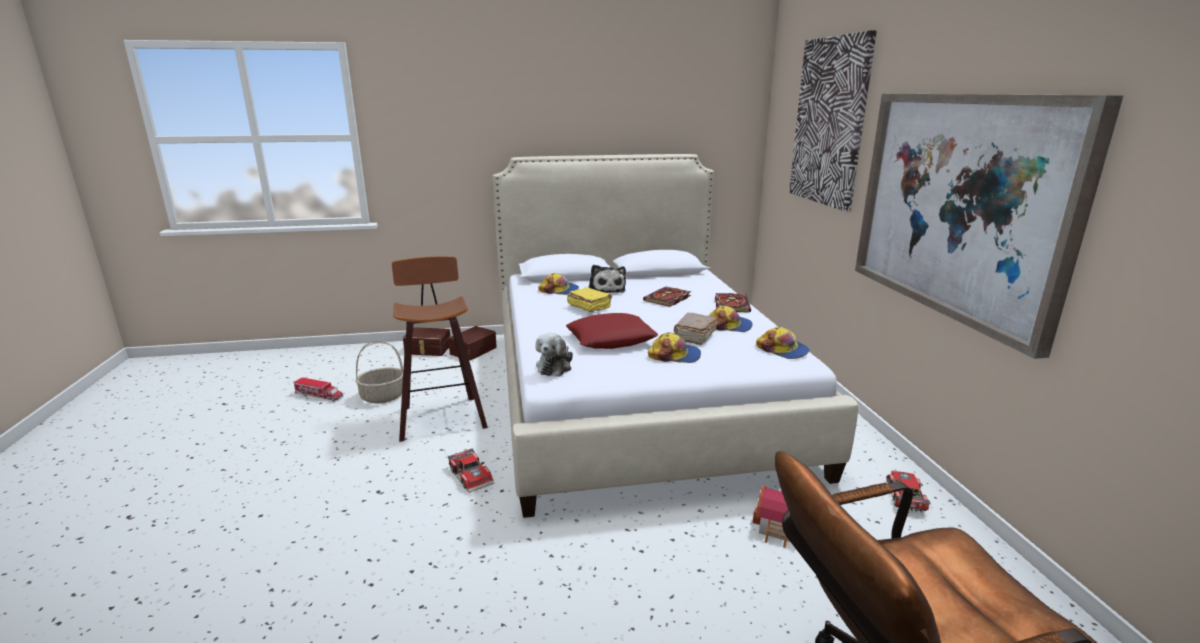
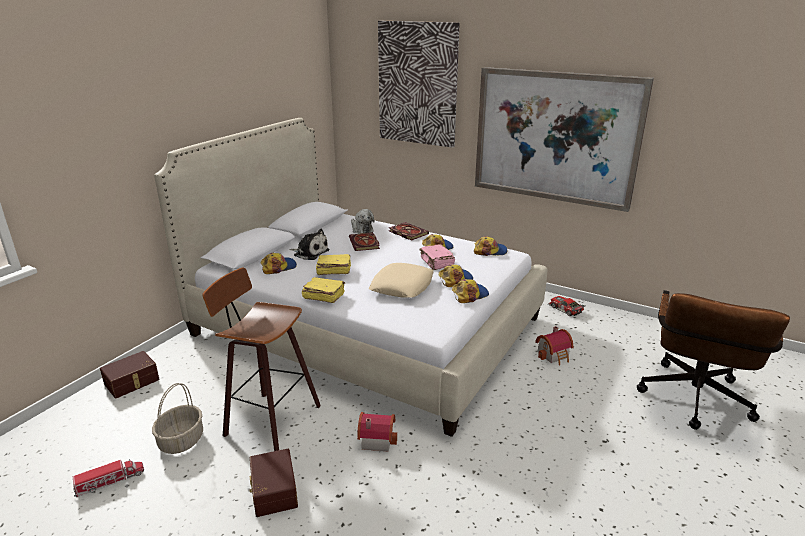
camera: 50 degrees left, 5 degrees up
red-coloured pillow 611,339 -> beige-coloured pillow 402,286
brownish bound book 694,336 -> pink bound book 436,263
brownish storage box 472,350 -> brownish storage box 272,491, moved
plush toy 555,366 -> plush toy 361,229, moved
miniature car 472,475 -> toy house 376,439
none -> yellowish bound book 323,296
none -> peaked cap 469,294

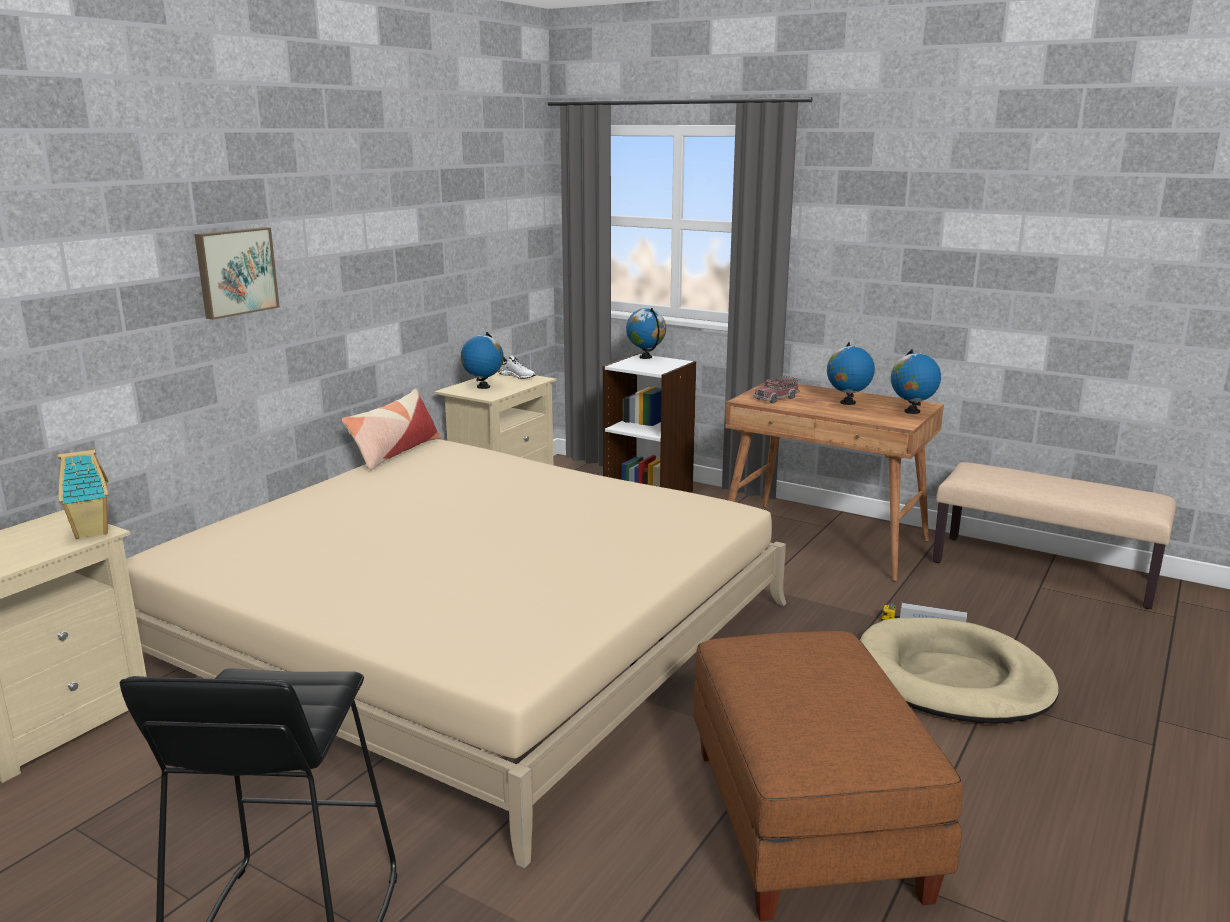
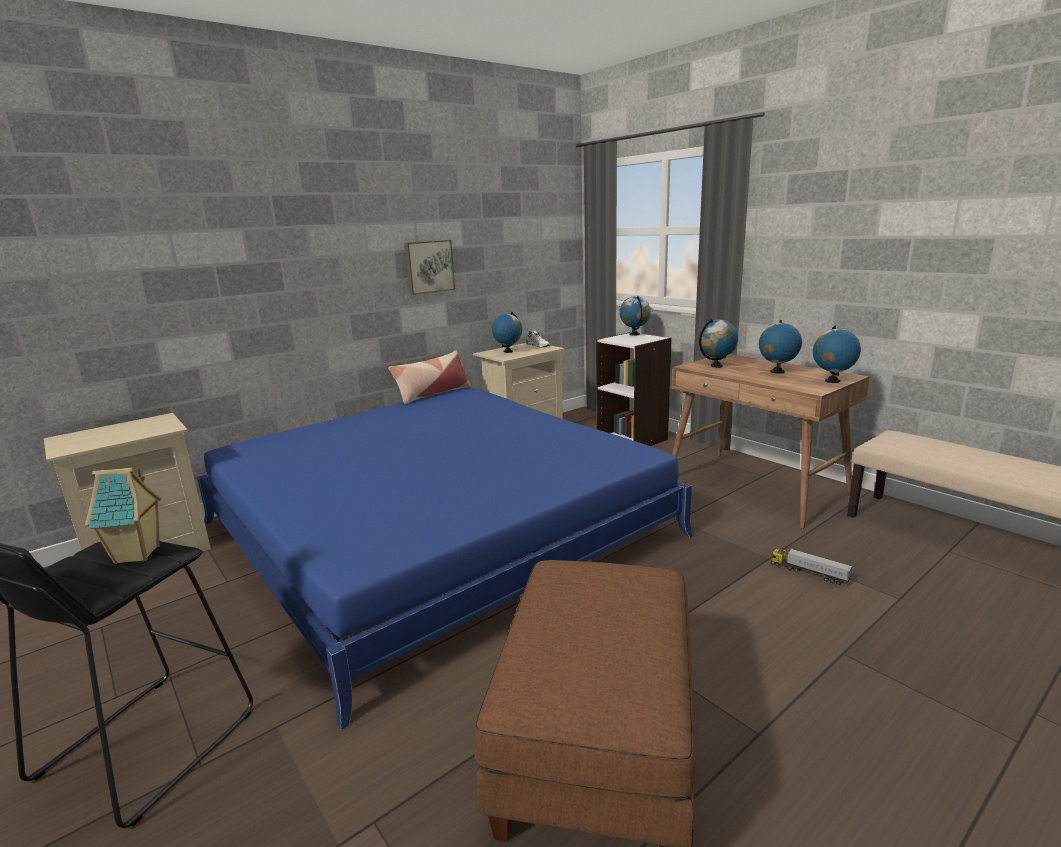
camera: 20 degrees right, 0 degrees up
wall art 235,271 -> wall art 429,266, moved
toy truck 776,398 -> globe 716,366
beige-coloured bed 468,636 -> bluish bed 435,529
toy house 93,532 -> toy house 138,554, moved
beige-coloured dog cushion 952,678 -> none

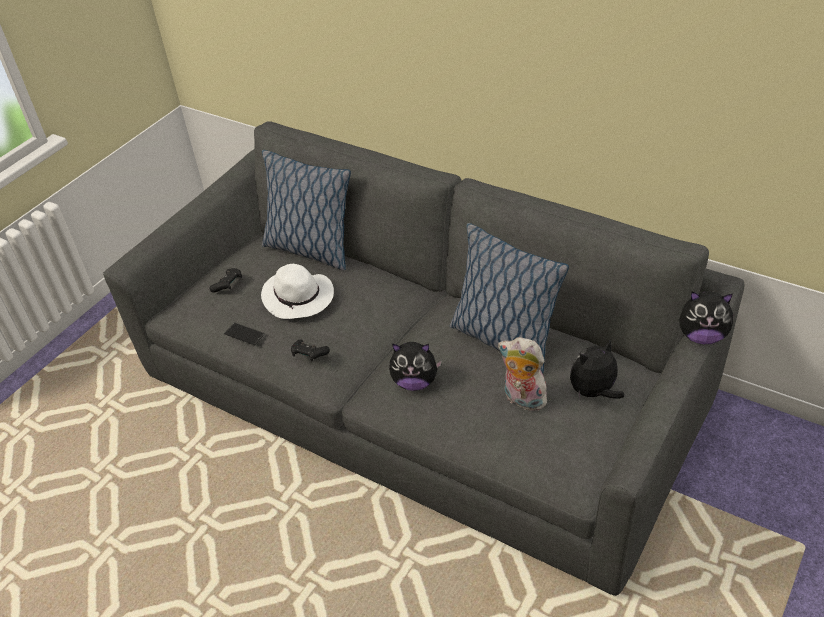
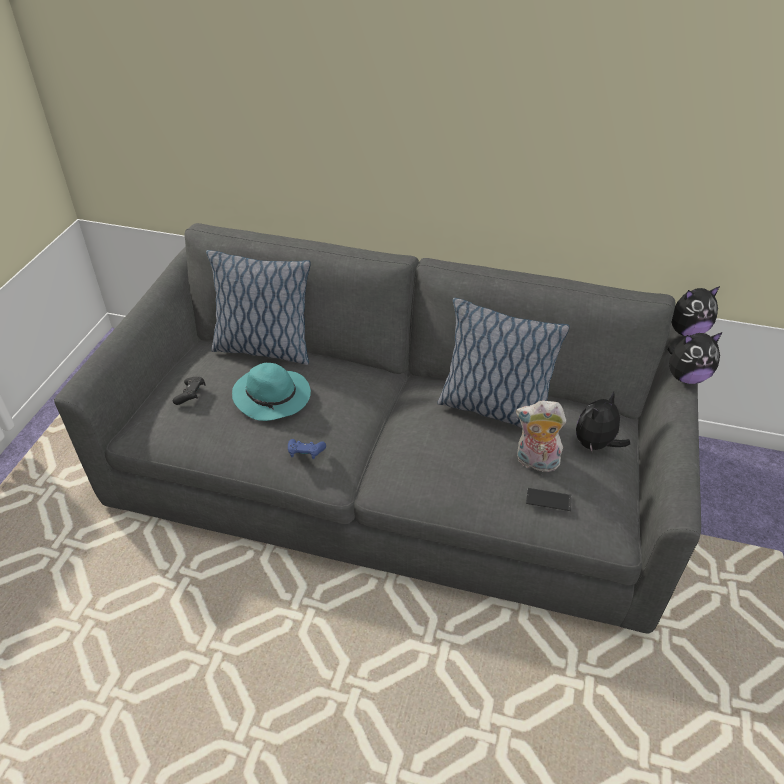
camera: 20 degrees left, 0 degrees up
white-coloured clothing hat 299,298 -> turquoise clothing hat 273,397
handset 244,334 -> handset 548,499, moved
black-coloured game controller 309,355 -> bluish game controller 305,454
plush toy 415,382 -> plush toy 686,331, moved

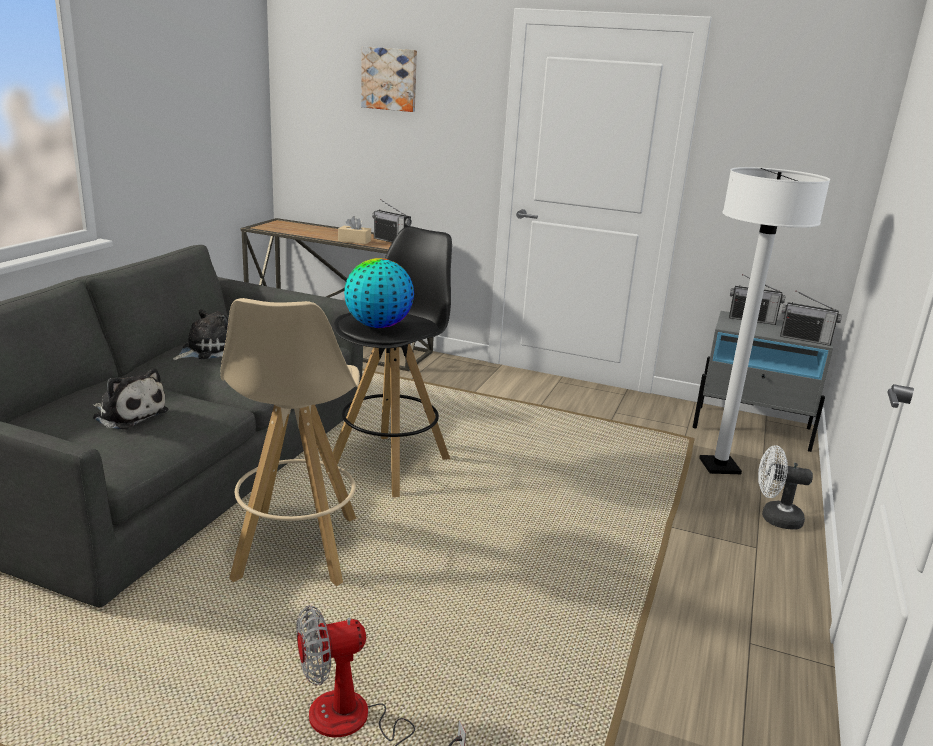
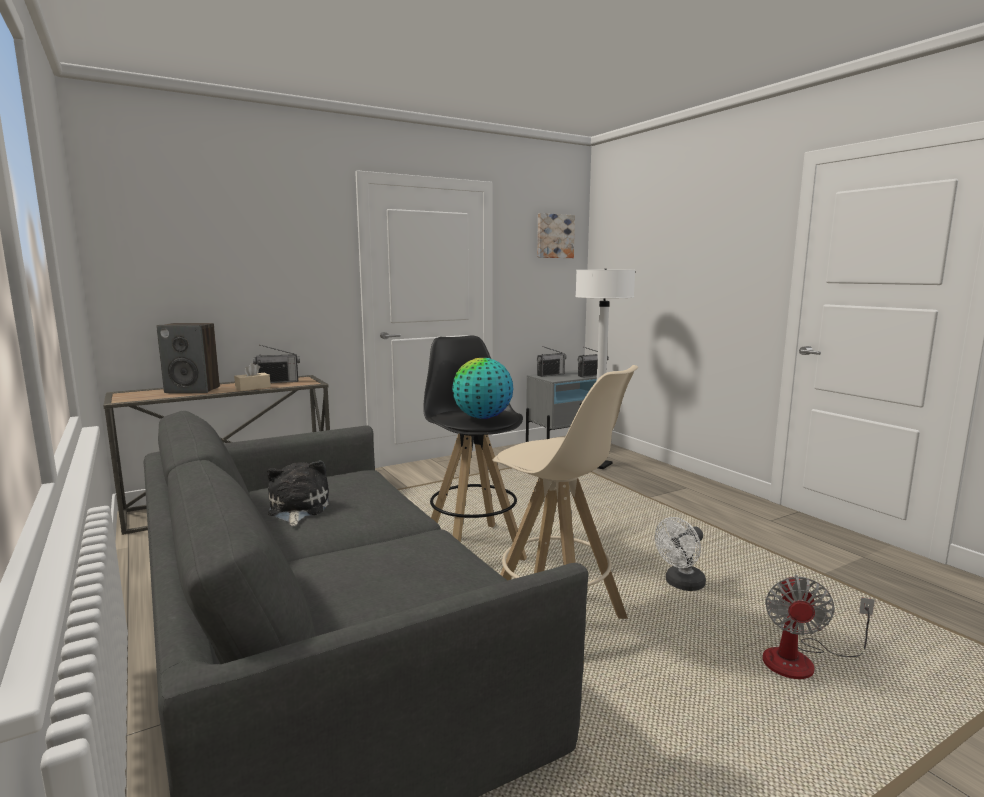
camera: 50 degrees left, 10 degrees down
wall art 390,79 -> wall art 554,236, moved
plush toy 128,414 -> none
white-coloured cooling fan 774,518 -> white-coloured cooling fan 681,584, moved
none -> audio speaker 193,390

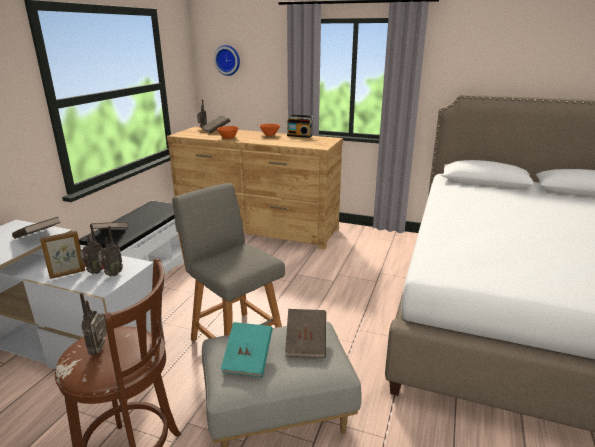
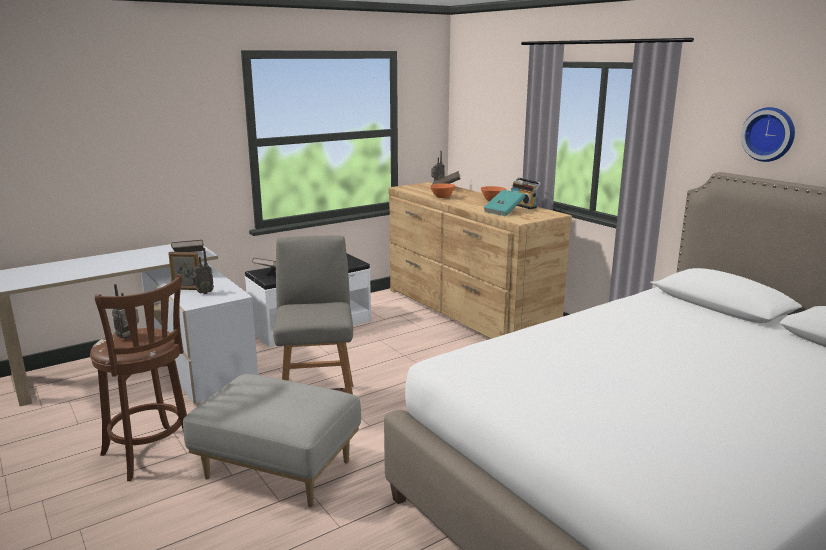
camera: 35 degrees right, 5 degrees down
wall clock 228,60 -> wall clock 769,134, moved
radio 112,274 -> none
brownish bound book 306,343 -> none
turquoise bound book 248,360 -> turquoise bound book 504,212, moved

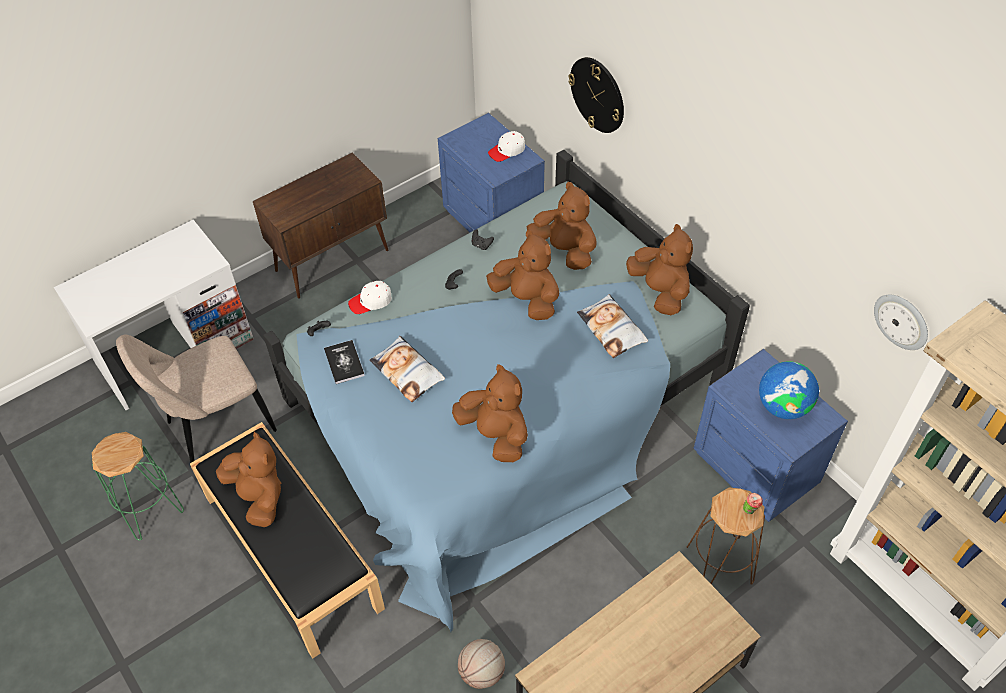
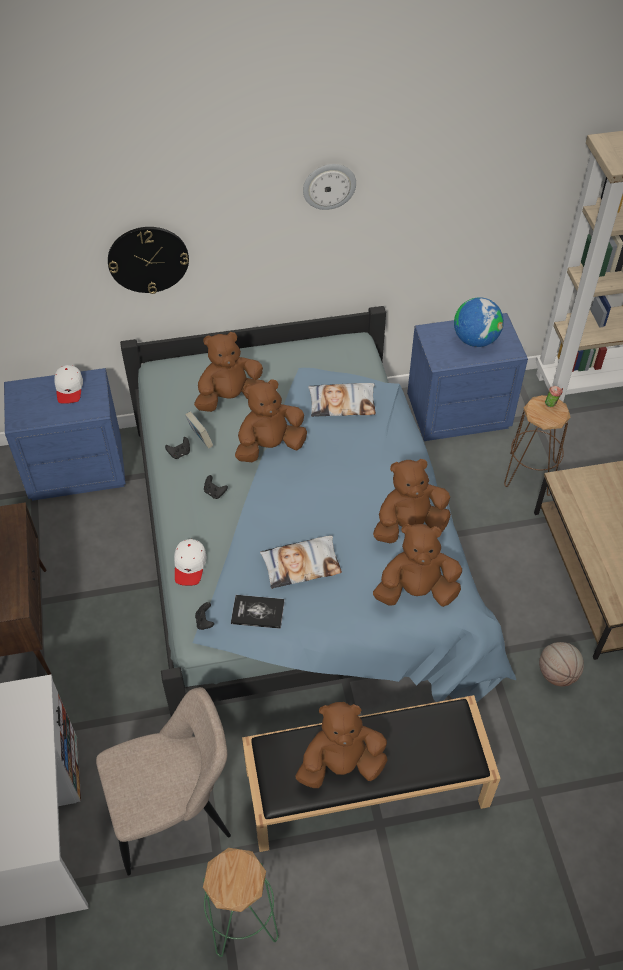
camera: 65 degrees left, 0 degrees up
brownish plush toy 660,292 -> brownish plush toy 416,591, moved
wall clock 902,321 -> wall clock 329,186, moved
beige-coloured chair 216,428 -> beige-coloured chair 174,814, 105 degrees counterclockwise
none -> bound book 200,439

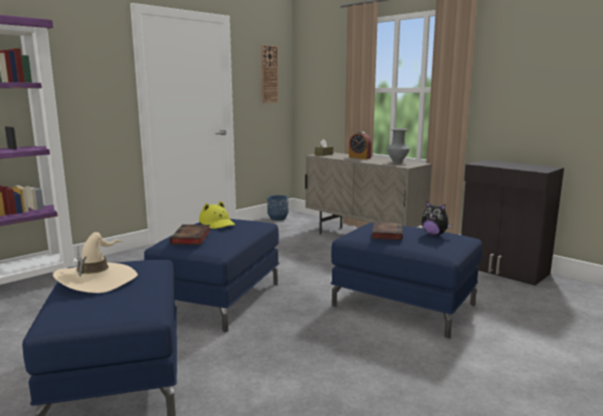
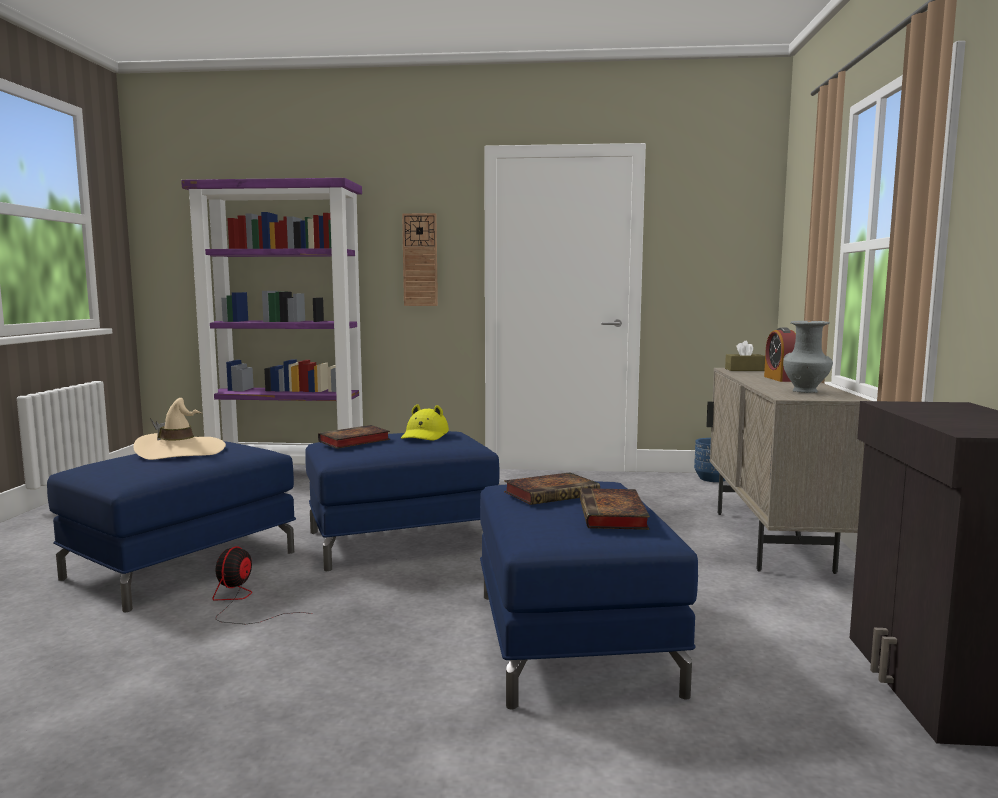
camera: 50 degrees right, 5 degrees down
wall clock 269,74 -> wall clock 420,260, moved
plush toy 434,234 -> bound book 613,515
none -> cooling fan 241,602

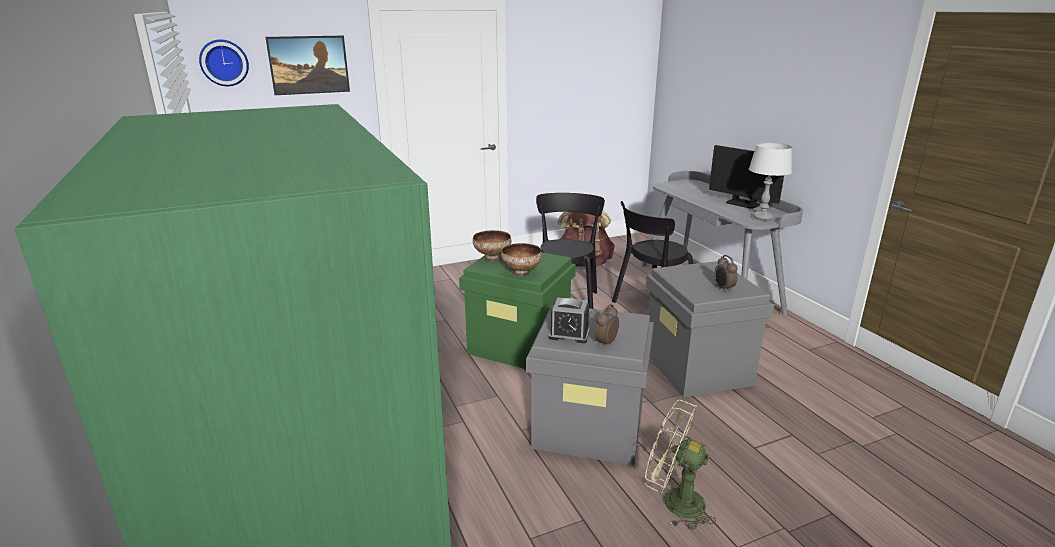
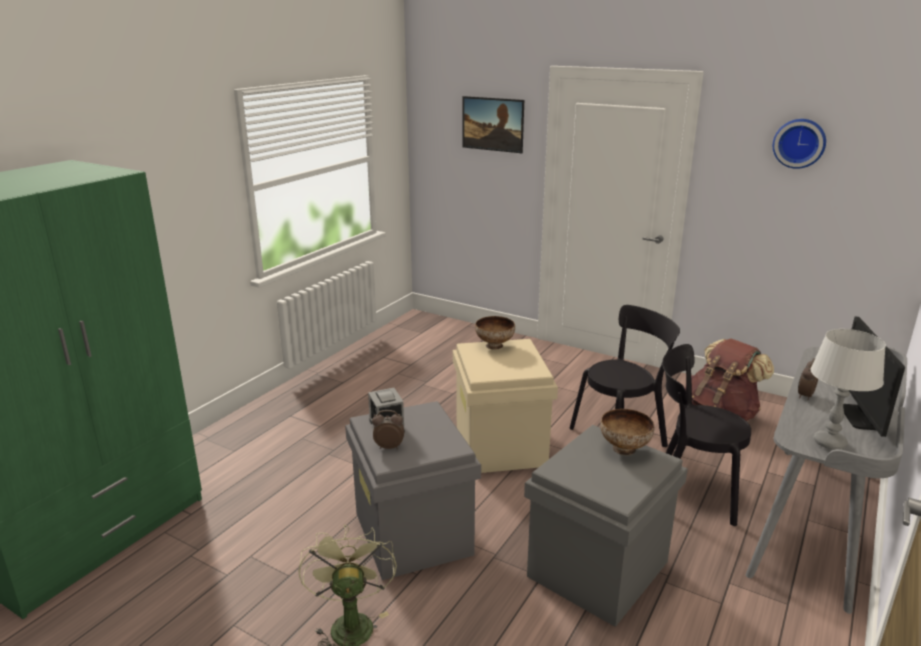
camera: 55 degrees right, 0 degrees up
wall clock 224,62 -> wall clock 799,143, moved
bowl 522,273 -> bowl 624,449, moved
greenish storage box 520,346 -> beige-coloured storage box 501,446
alarm clock 723,289 -> alarm clock 804,396, moved

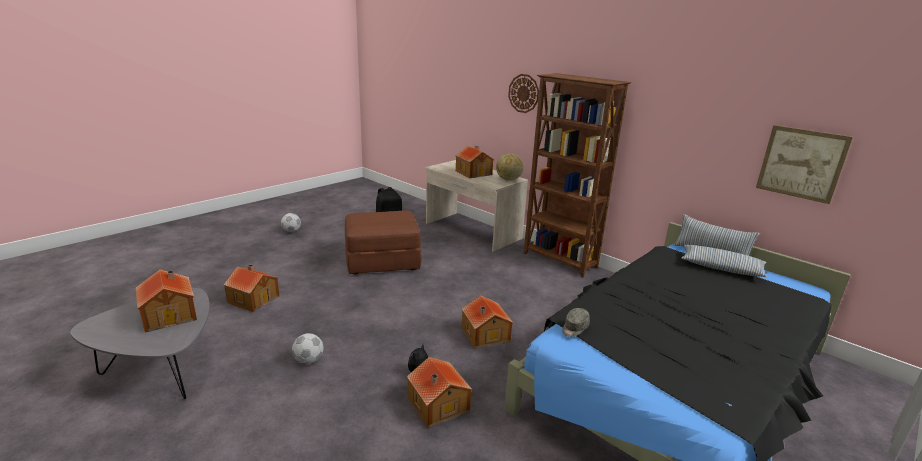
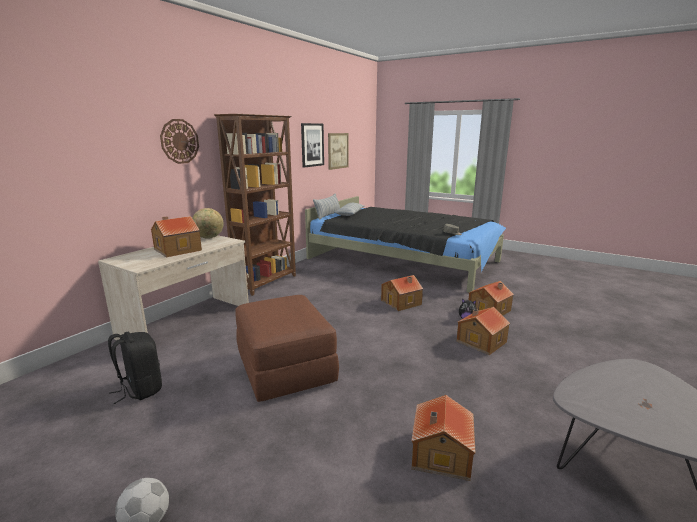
camera: 100 degrees left, 5 degrees down
toy house 170,314 -> toy house 480,341, moved
football ball 308,360 -> none
none -> wall art 312,145

